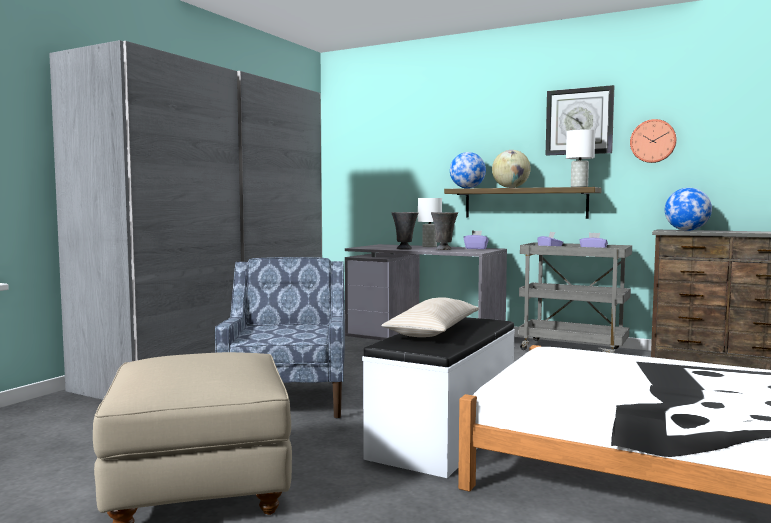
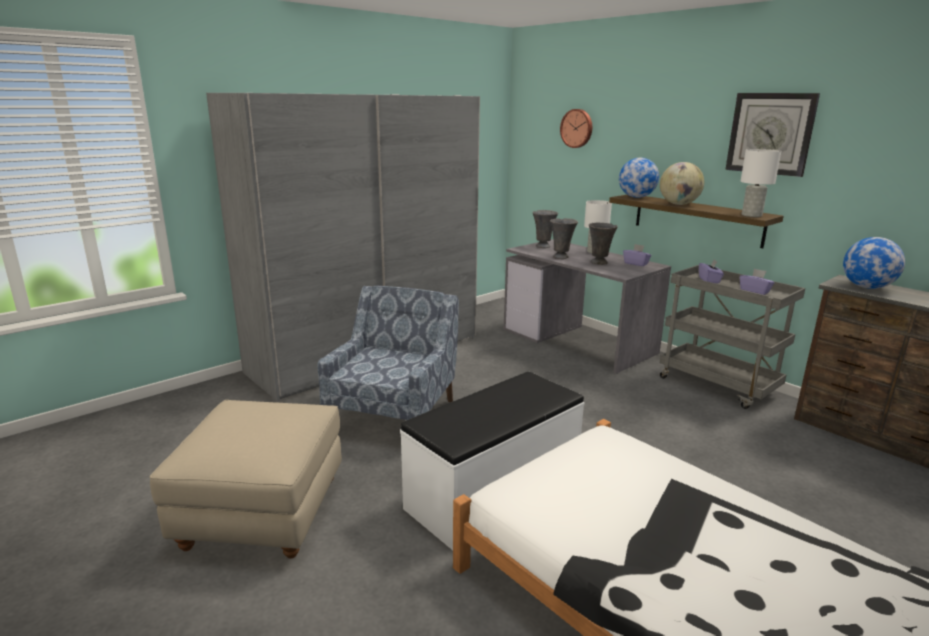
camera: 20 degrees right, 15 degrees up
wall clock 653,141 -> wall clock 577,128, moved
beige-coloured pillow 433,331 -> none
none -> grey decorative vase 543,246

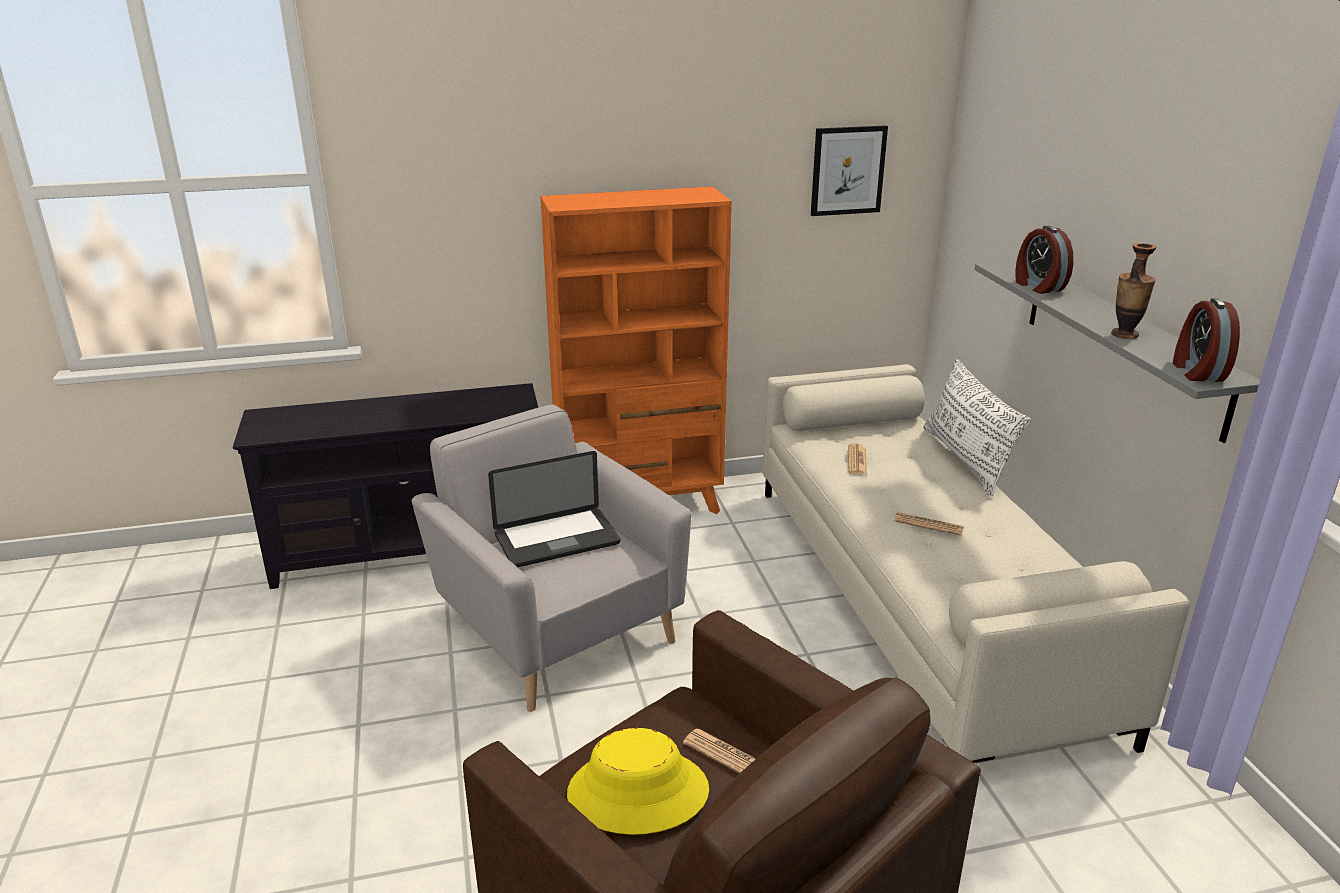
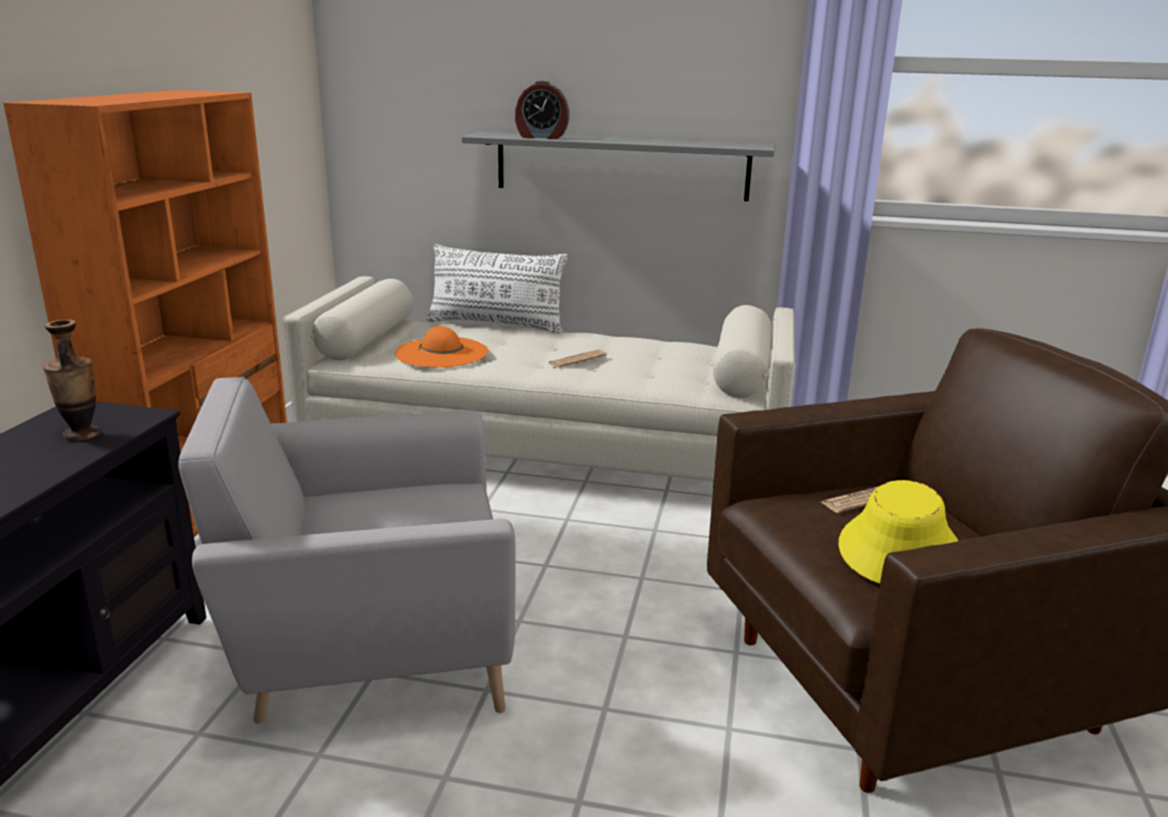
camera: 65 degrees left, 5 degrees down
wall art 848,170 -> none
decorative vase 1124,335 -> decorative vase 82,434, moved
alarm clock 1197,371 -> none
newspaper 857,460 -> orangey clothing hat 442,352
portable computer 557,539 -> none

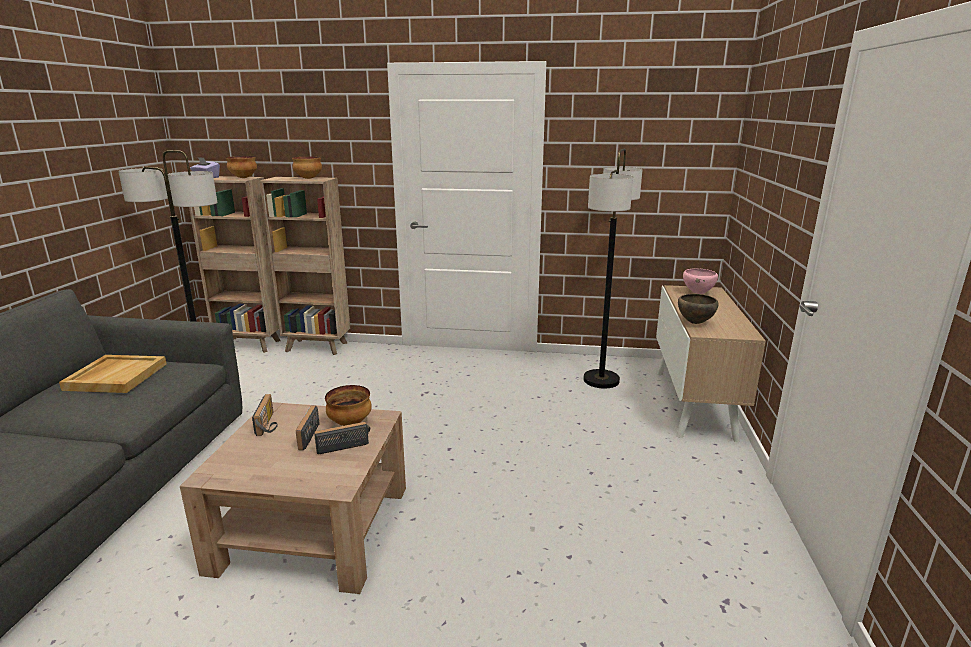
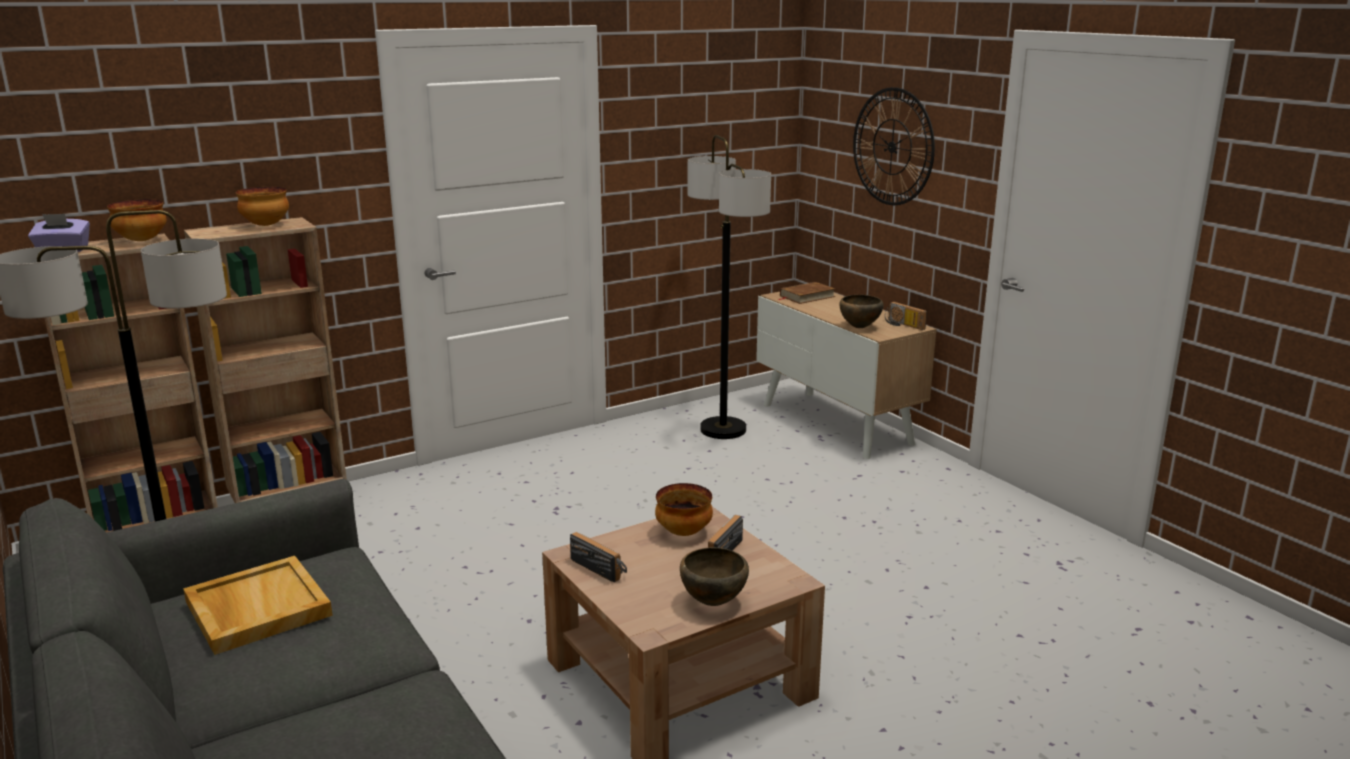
camera: 40 degrees left, 0 degrees up
pink bowl 698,293 -> brownish bound book 807,296
radio 304,436 -> radio 902,325, moved
none -> wall clock 892,147
none -> brownish bowl 712,602

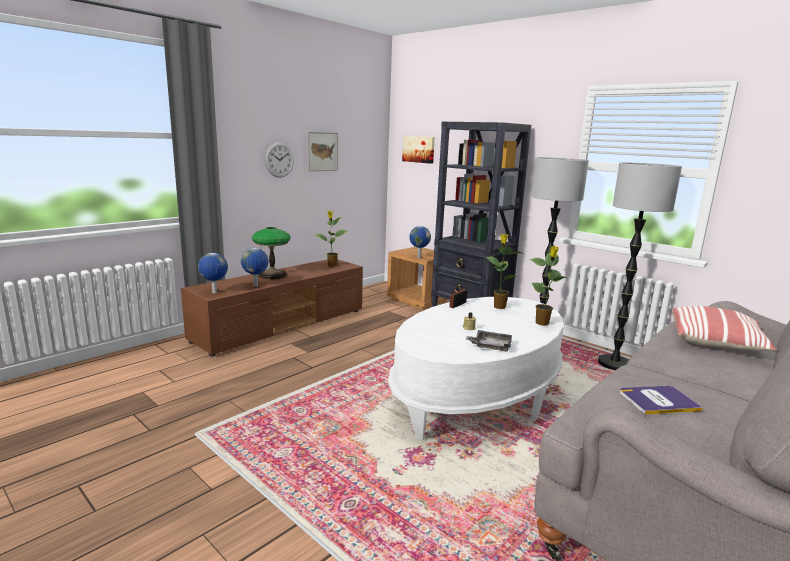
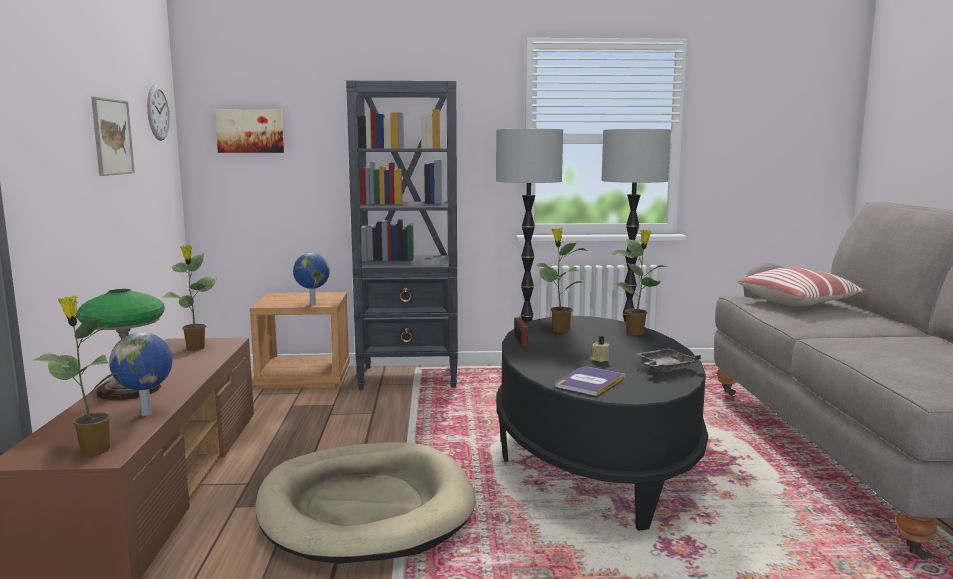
camera: 45 degrees left, 5 degrees down
wall clock 279,160 -> wall clock 158,112, moved
globe 214,292 -> potted plant 93,450
white-coloured lounge table 477,396 -> black-coloured lounge table 593,458
bound book 658,401 -> bound book 589,382, moved
none -> beige-coloured dog cushion 365,508

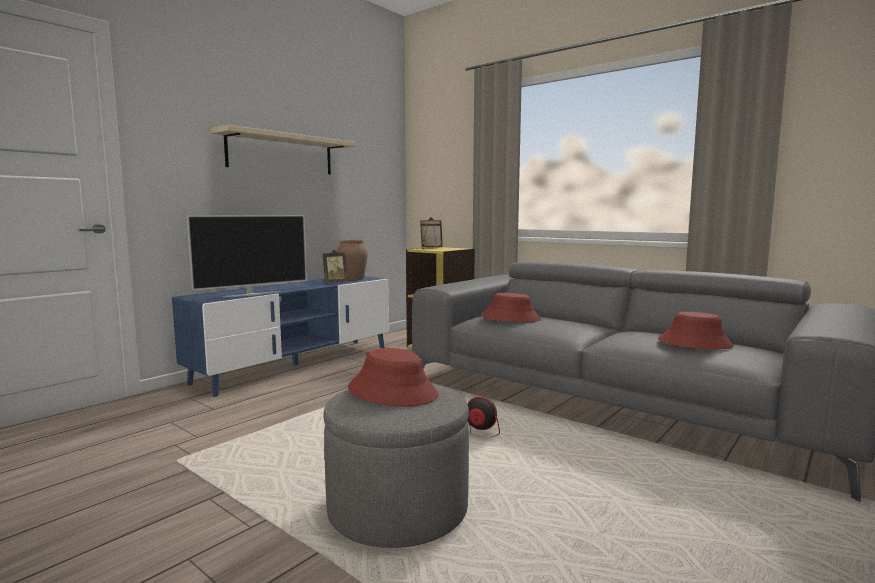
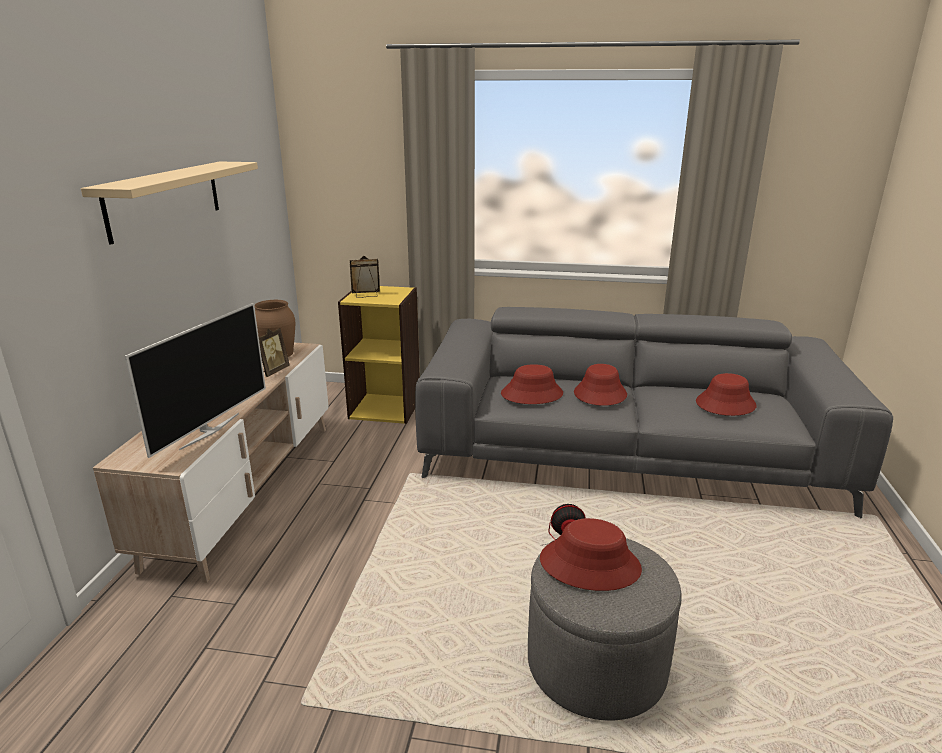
camera: 30 degrees left, 15 degrees up
bluish tv stand 297,365 -> beige-coloured tv stand 246,489
none -> red-coloured clothing hat 599,394

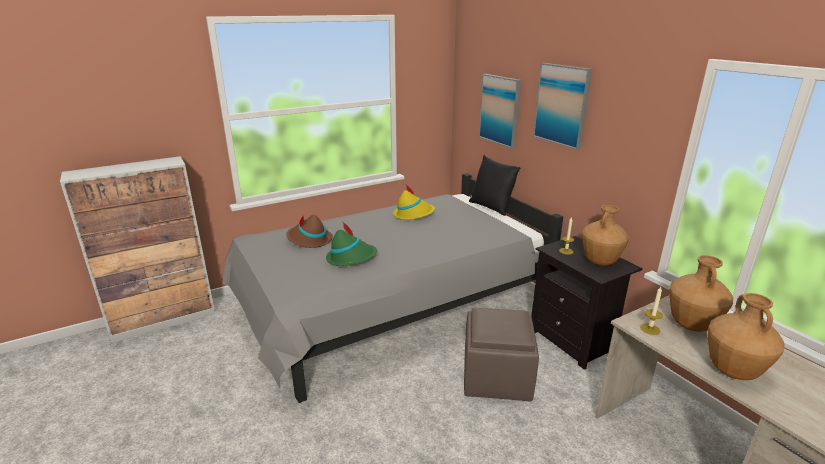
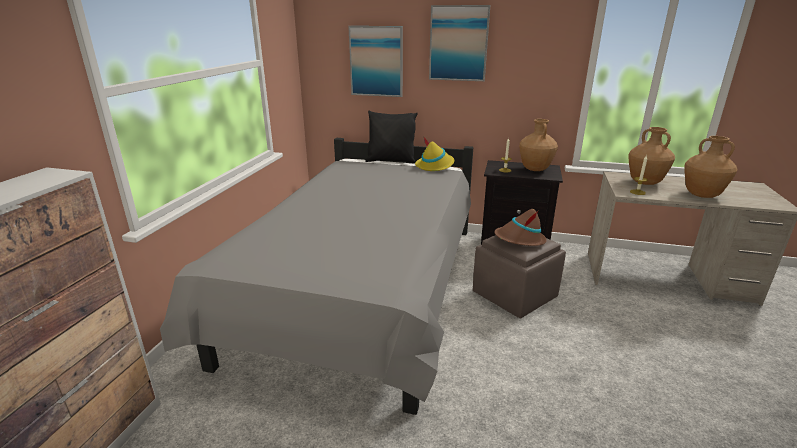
camera: 45 degrees left, 0 degrees up
yellowish clothing hat 413,214 -> yellowish clothing hat 435,165, moved
brownish clothing hat 309,240 -> brownish clothing hat 519,239, moved
greenish clothing hat 351,258 -> none

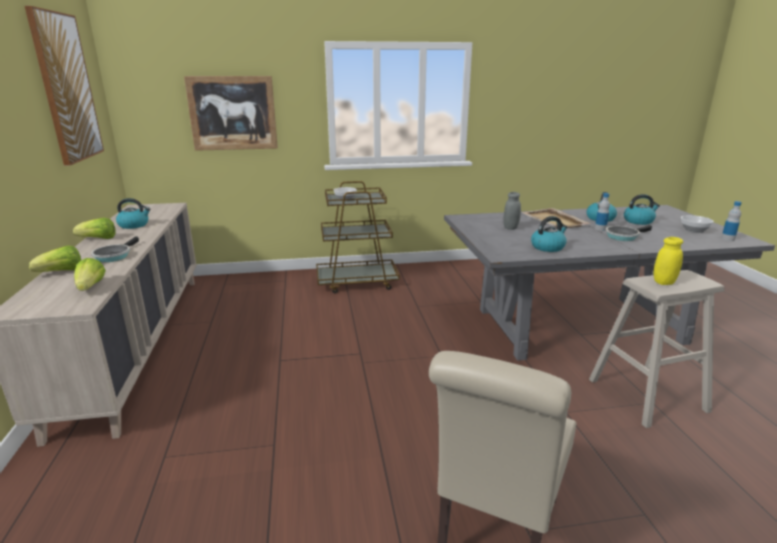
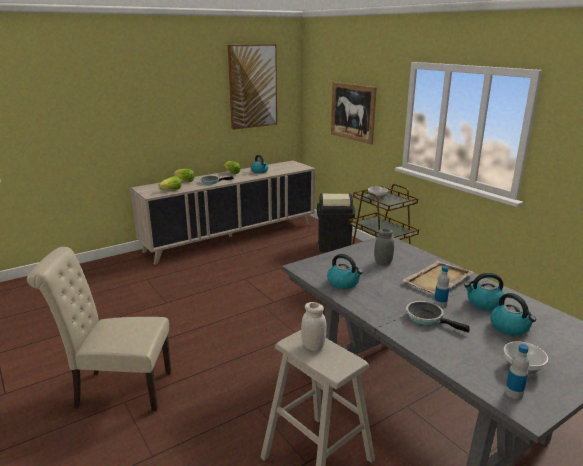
camera: 65 degrees right, 0 degrees up
yellowish storage jar 664,282 -> white-coloured storage jar 313,346
none -> black-coloured trash can 334,246

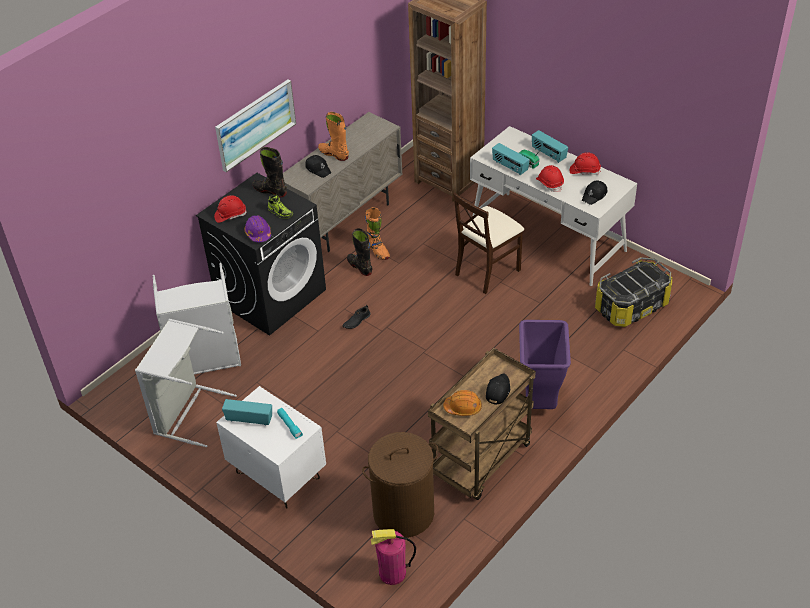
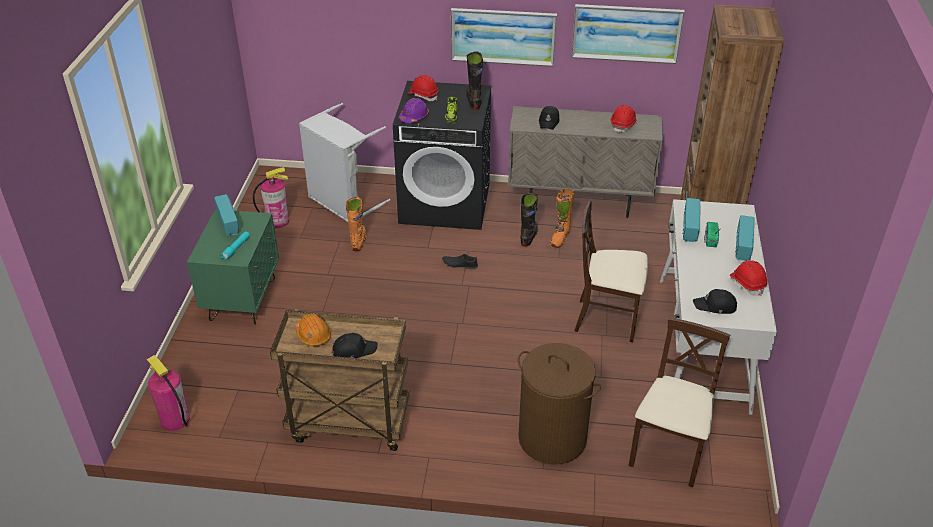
camera: 55 degrees right, 5 degrees down
orangey tall boot 334,154 -> orangey tall boot 358,241, moved
red-coloured hard hat 549,183 -> red-coloured hard hat 623,125, moved
storage box 631,306 -> beige-coloured chair 669,453
grey laundry basket 187,413 -> fire-fighting cylinder 278,221
purplish trash can 541,402 -> none
white-coloured nightstand 277,476 -> greenish nightstand 243,299
brownish laundry basket 403,512 -> brownish laundry basket 552,438, moved
none -> wall art 626,33

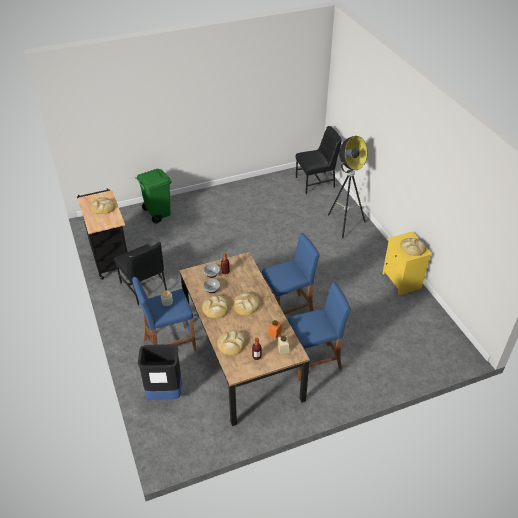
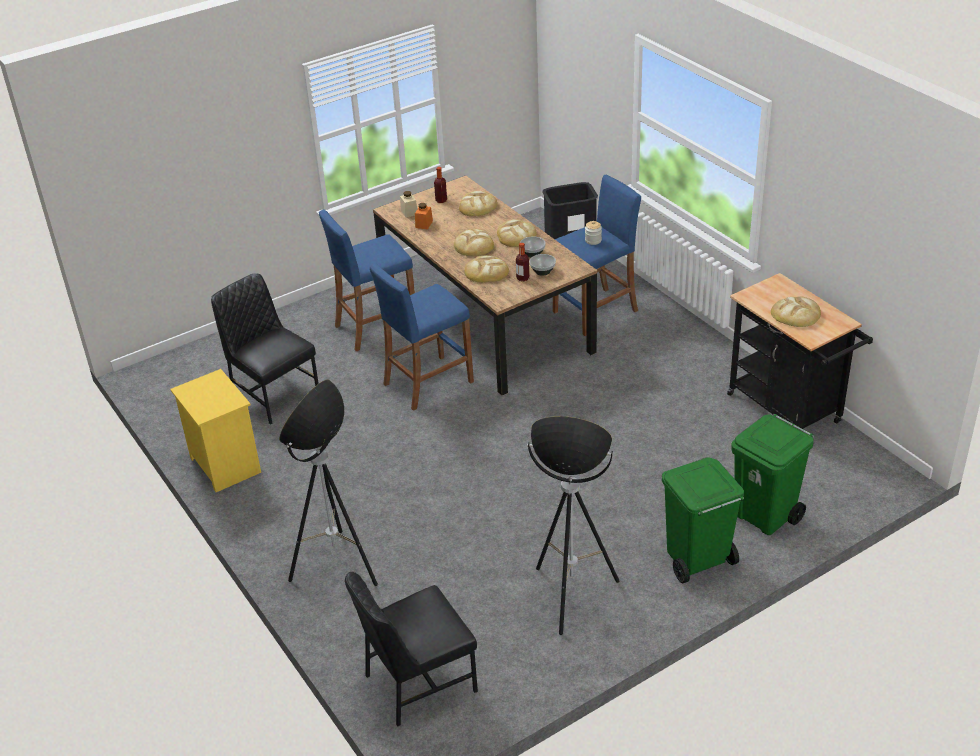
camera: 170 degrees right, 5 degrees down
bakery bread 412,248 -> bakery bread 486,272, moved
black-coloured chair 144,287 -> black-coloured chair 273,394, moved
none -> floor lamp 571,596
none -> greenish trash can 697,561

